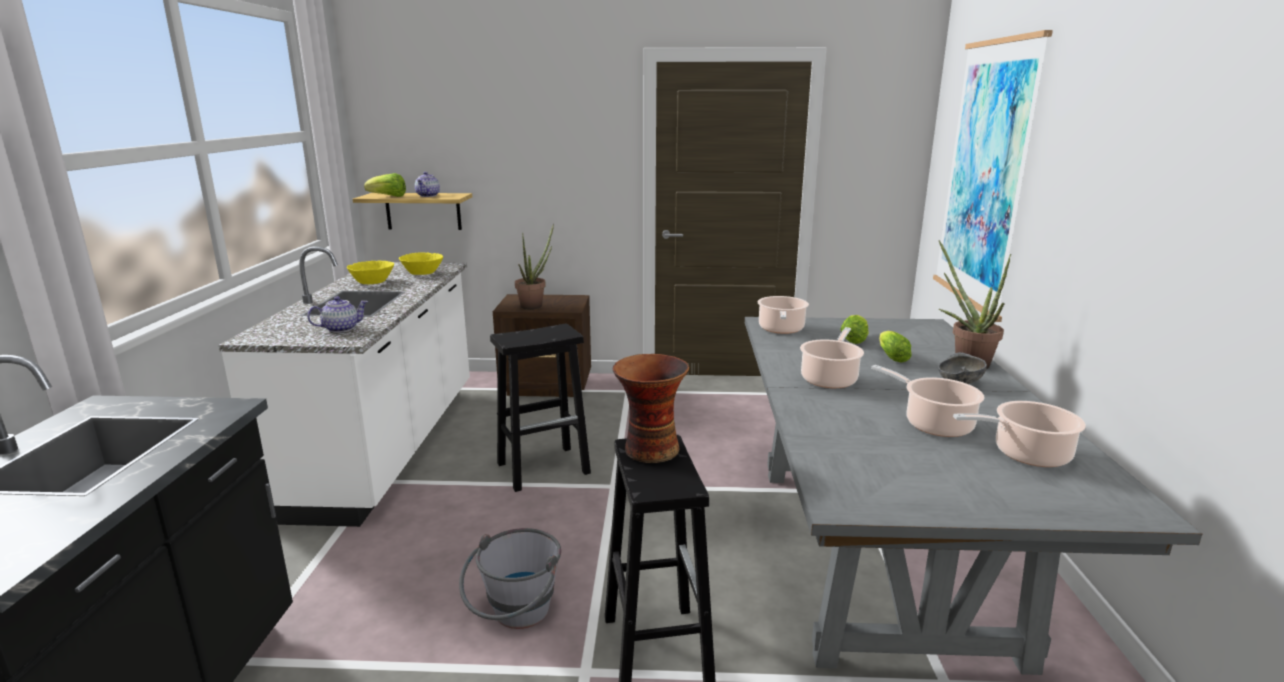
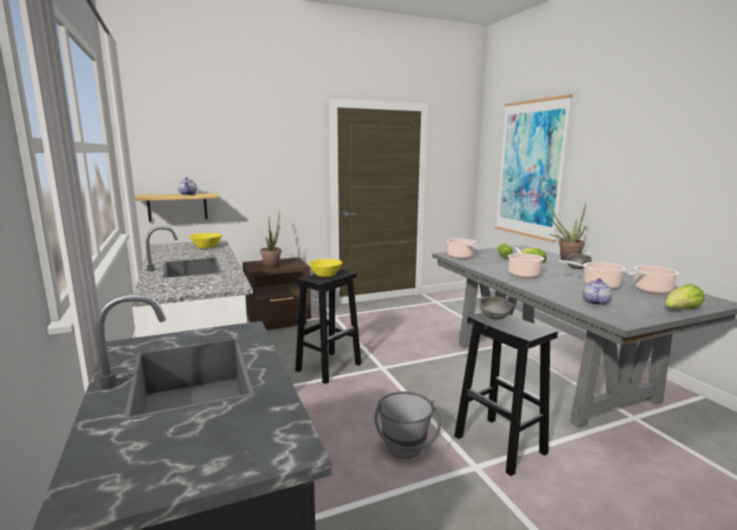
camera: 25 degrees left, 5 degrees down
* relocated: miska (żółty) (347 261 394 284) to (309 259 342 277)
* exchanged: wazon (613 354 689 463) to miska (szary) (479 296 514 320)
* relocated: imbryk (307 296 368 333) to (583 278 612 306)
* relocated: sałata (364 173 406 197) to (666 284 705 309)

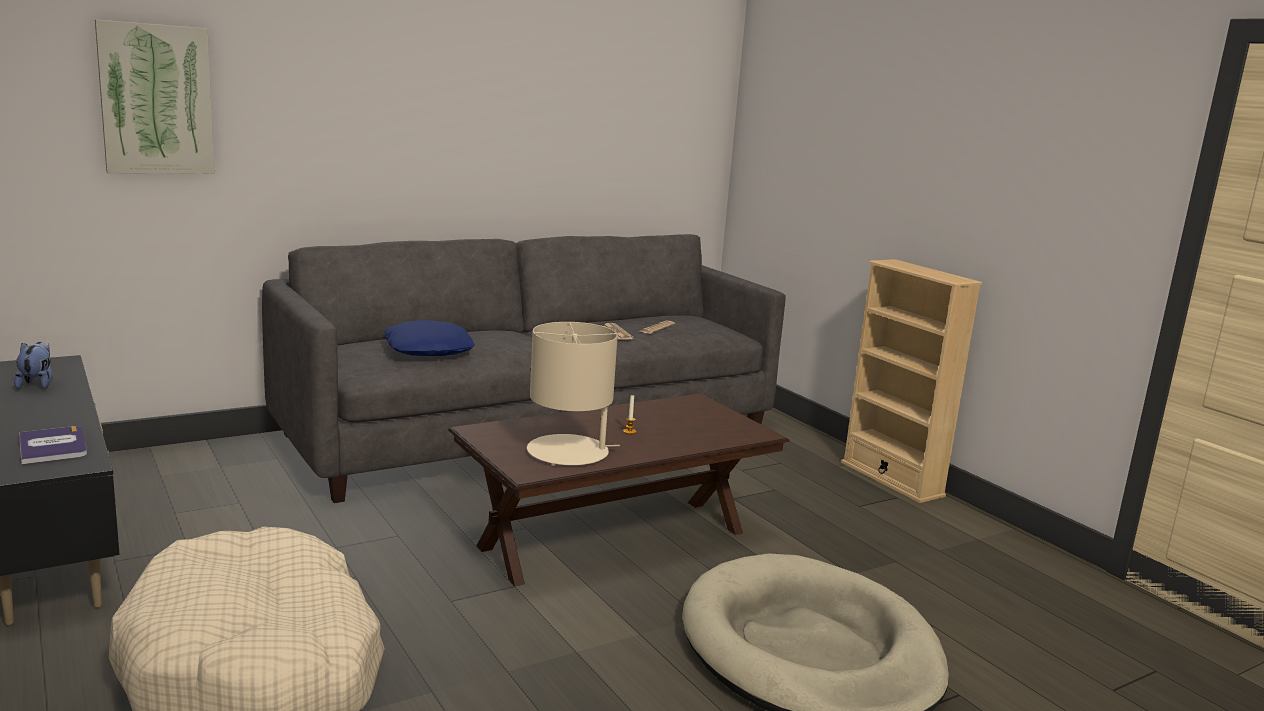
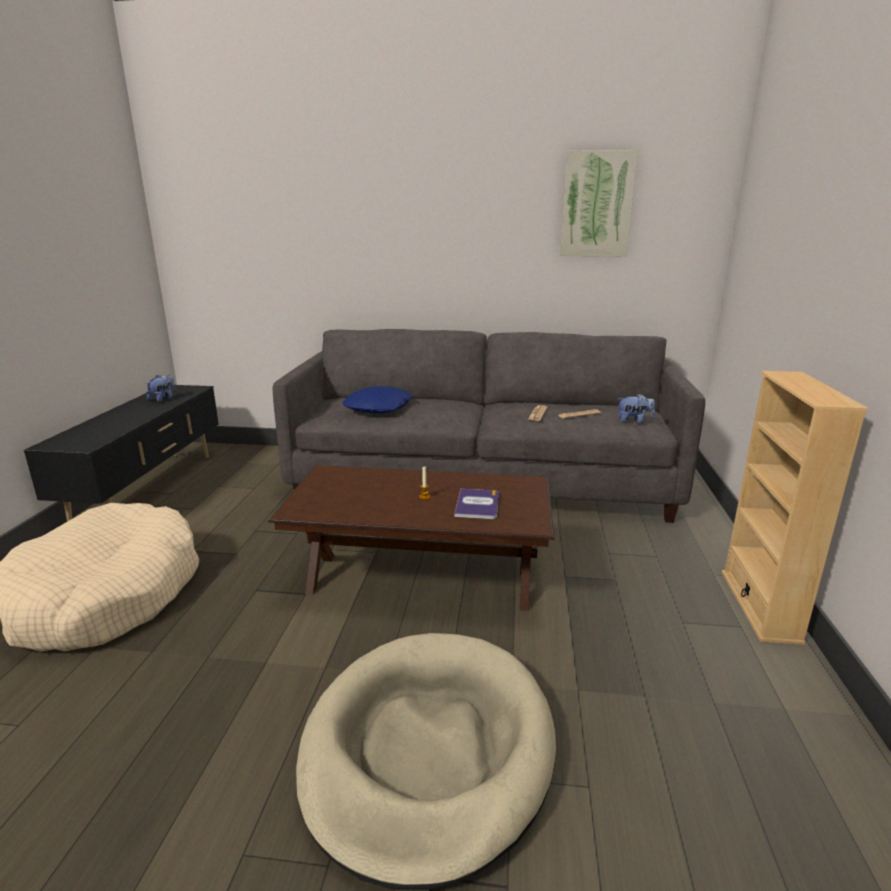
camera: 40 degrees right, 5 degrees up
* relocated: książka (19 426 87 464) to (455 489 499 519)
* relocated: obraz (95 20 215 174) to (560 150 638 256)
* appeared: pluszak (618 393 655 424)
* missing: lampa stołowa (beżowy) (527 322 620 466)

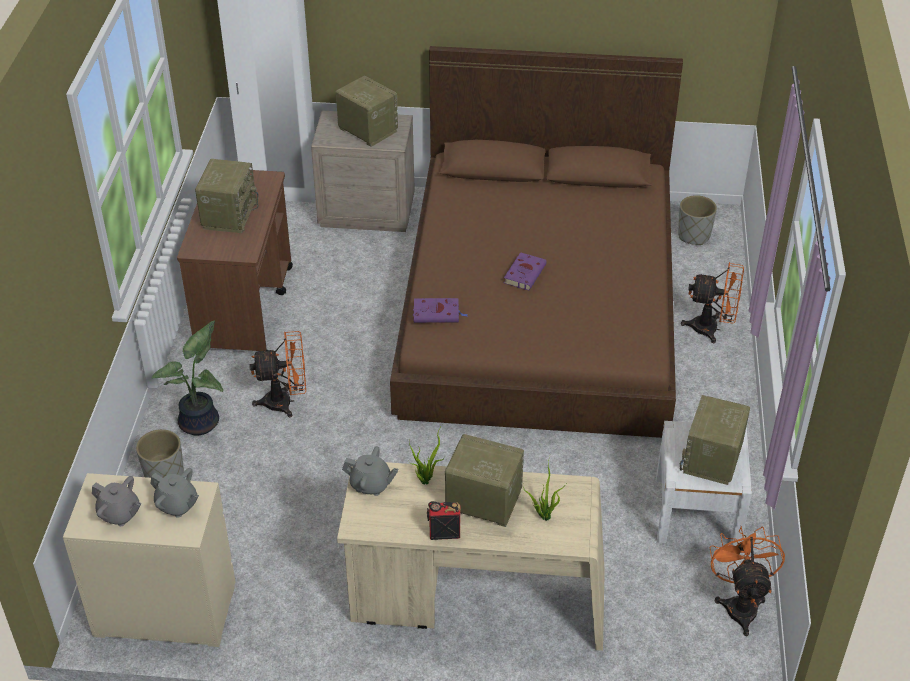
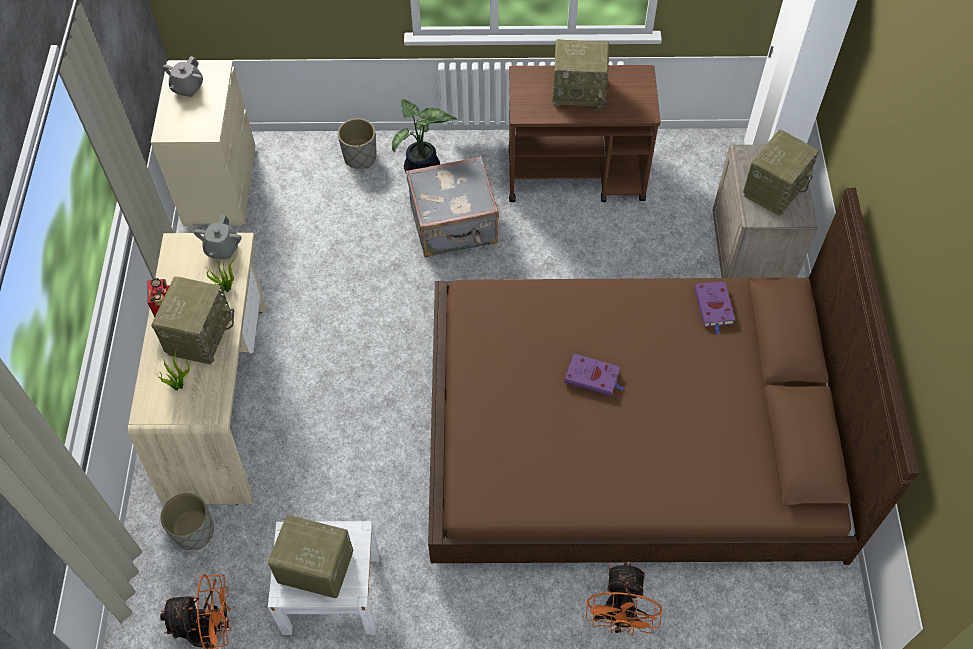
camera: 85 degrees right, 15 degrees up
* relocated: donica (szary) (678 195 717 245) to (160 493 214 550)
* exchanged: wentylator (pomarańczowy) (249 331 306 417) to walizka (szary) (406 156 499 257)
* relocated: książka (fioletowy) (413 298 467 323) to (694 281 735 335)
* missing: imbryk (szary) (151 468 199 518)

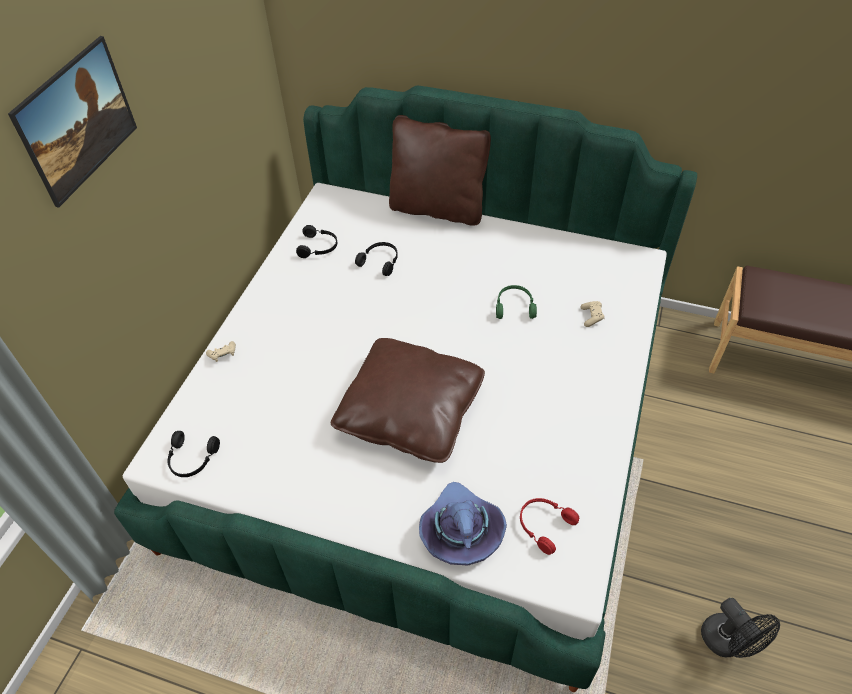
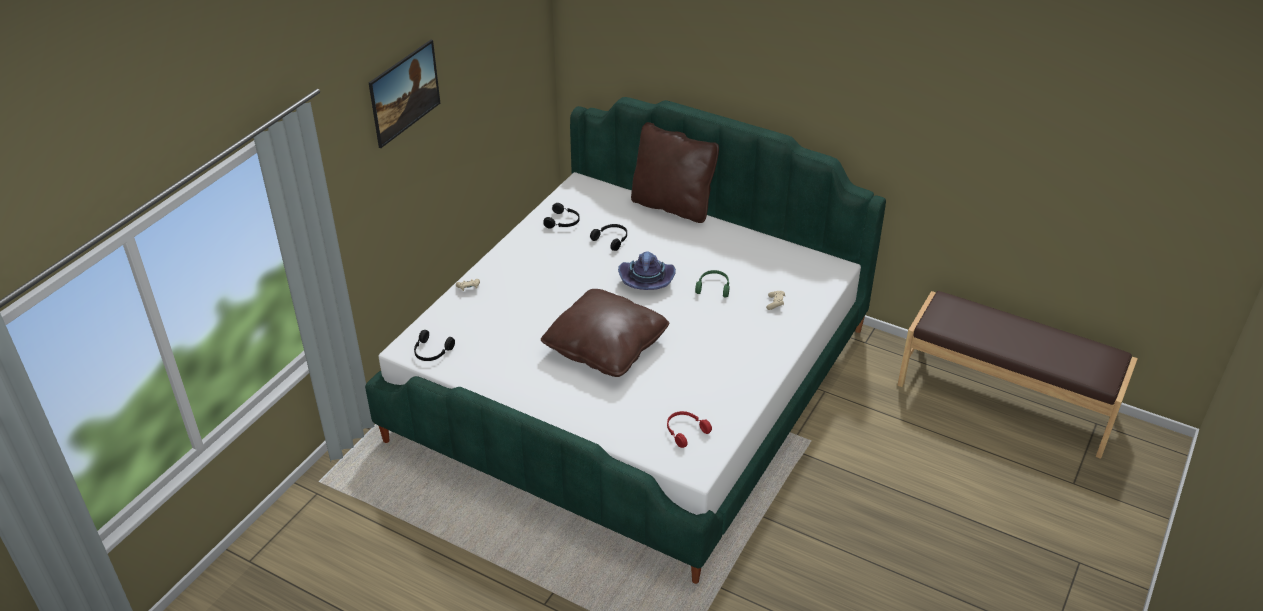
camera: 10 degrees right, 10 degrees down
* relocated: kapelusz (fioletowy) (419 482 507 565) to (618 251 676 290)
* missing: wentylator (czarny) (701 598 780 658)

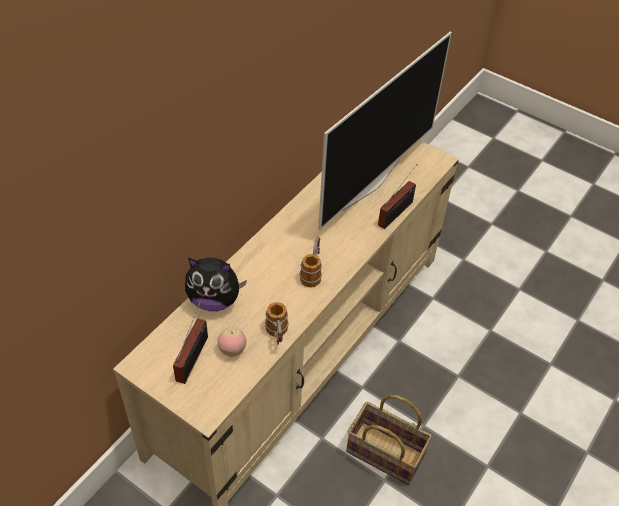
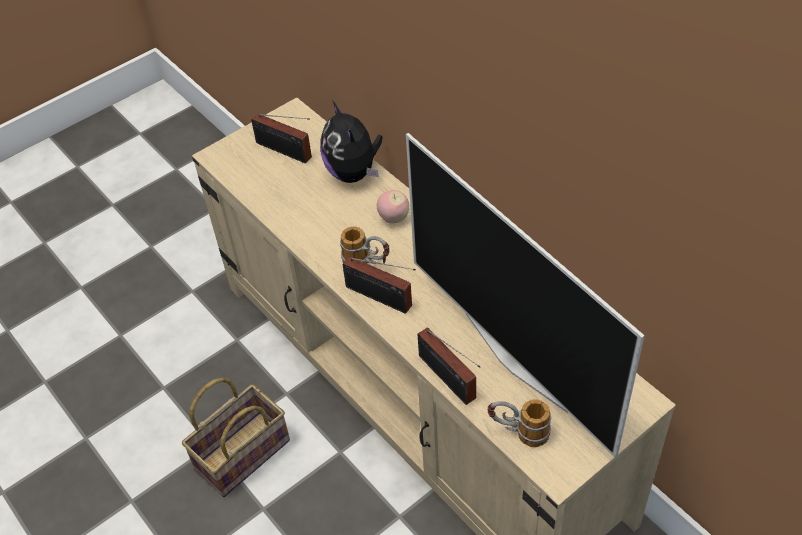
camera: 110 degrees right, 0 degrees up
* spun: pluszak (185 257 247 311) = (320 100 383 183) 45 degrees counterclockwise
* appeared: radio (343 256 416 314)
* relocated: jabłko (218 327 246 357) to (377 190 409 223)
* relocated: kubek (265 302 289 346) to (488 399 551 447)

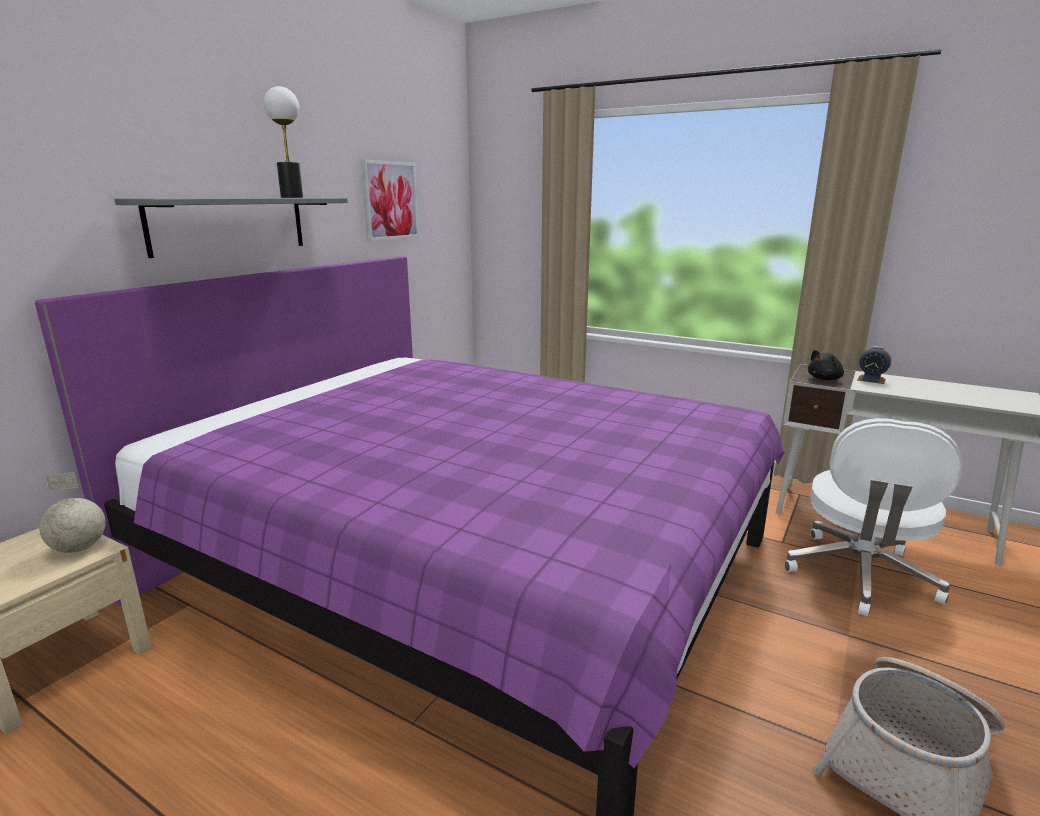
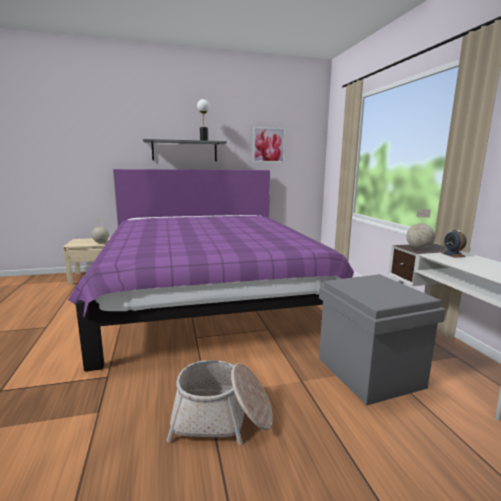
camera: 45 degrees right, 5 degrees down
* exchanged: krzesło biurowe (biały) (784 418 963 617) to pojemnik do przechowywania (szary) (319 274 446 406)
* exchanged: pluszak (czarny) (808 350 844 380) to globus (406 209 435 249)

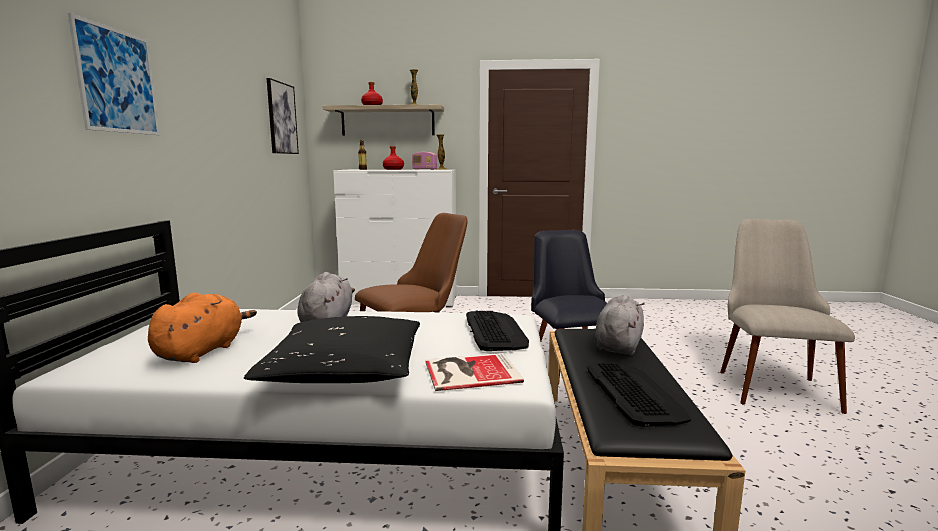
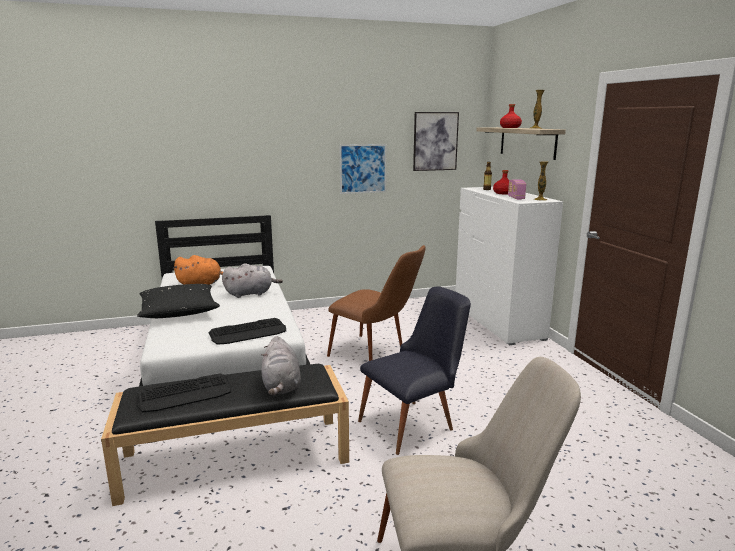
camera: 70 degrees right, 5 degrees up
* spun: pluszak (szary) (596 295 644 355) = (261 336 301 395) 75 degrees clockwise
* relocated: obraz (68 13 160 135) to (339 144 387 194)
* missing: książka (425 353 524 391)

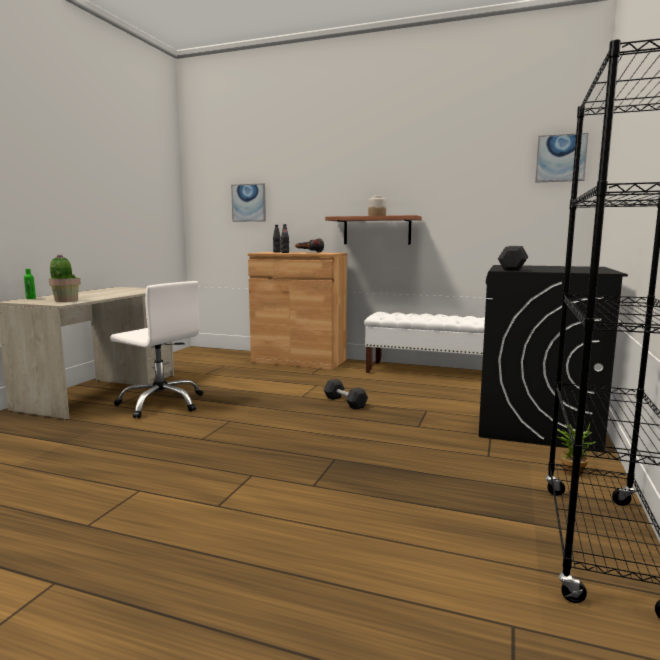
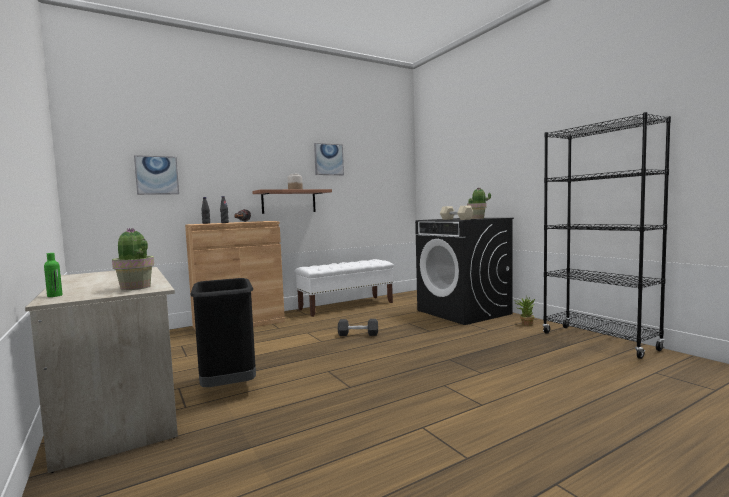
camera: 50 degrees left, 5 degrees down
* exchanged: krzesło biurowe (biały) (110 281 203 418) to kosz na śmieci (czarny) (190 278 256 387)
* relocated: obraz (535 133 588 183) to (314 143 344 175)
* colour: hantel (czarny) (498 246 528 271) to hantel (beżowy) (440 205 474 220)
* appeared: roślina doniczkowa (467 188 491 219)

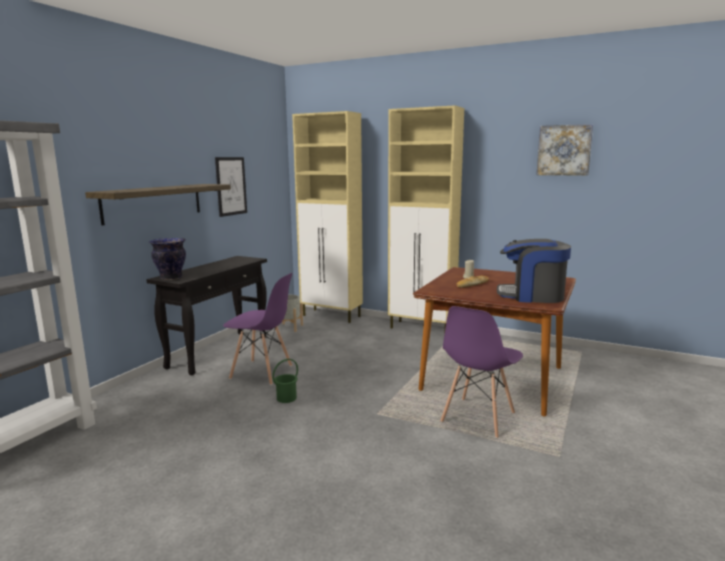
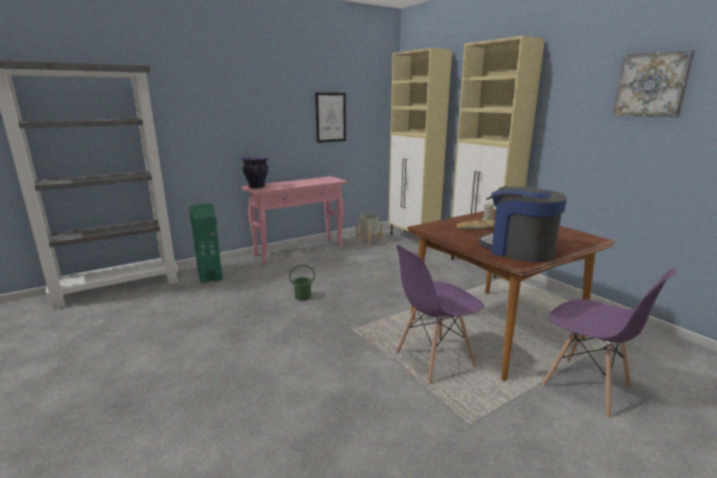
camera: 30 degrees right, 5 degrees up
* appeared: kosz na śmieci (zielony) (189 204 223 283)
* colour: stolik konsolowy (czarny) (146 256 267 375) to stolik konsolowy (różowy) (242 176 347 264)
* relocated: krzesło (fioletowy) (223 273 292 385) to (542 268 677 419)
* missing: półka (85 184 231 225)

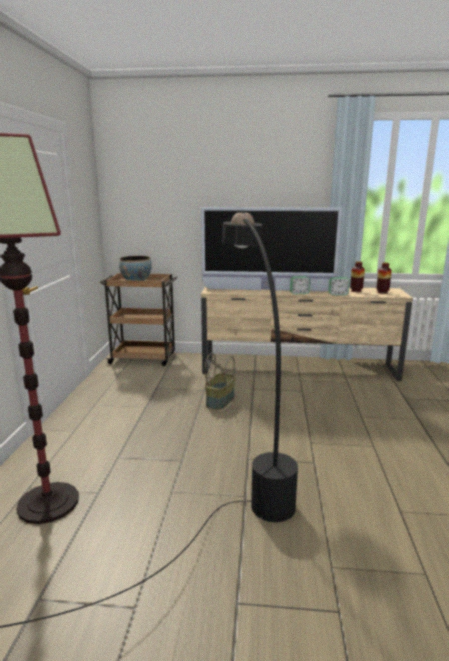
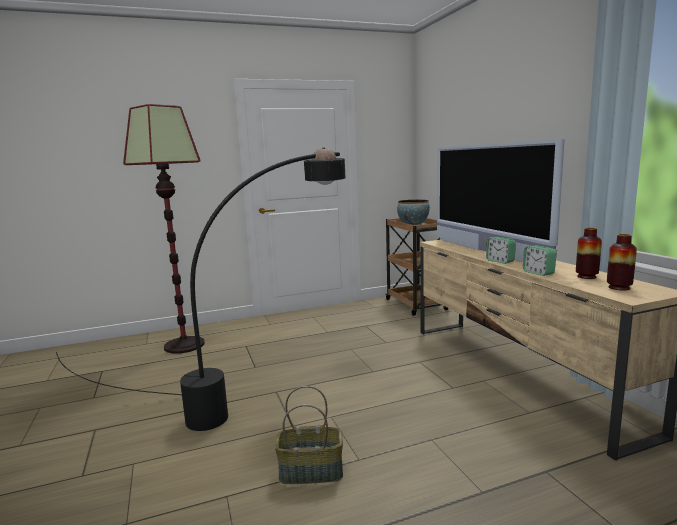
camera: 65 degrees right, 5 degrees down
* relocated: koszyk (205 353 235 410) to (275 386 343 484)

